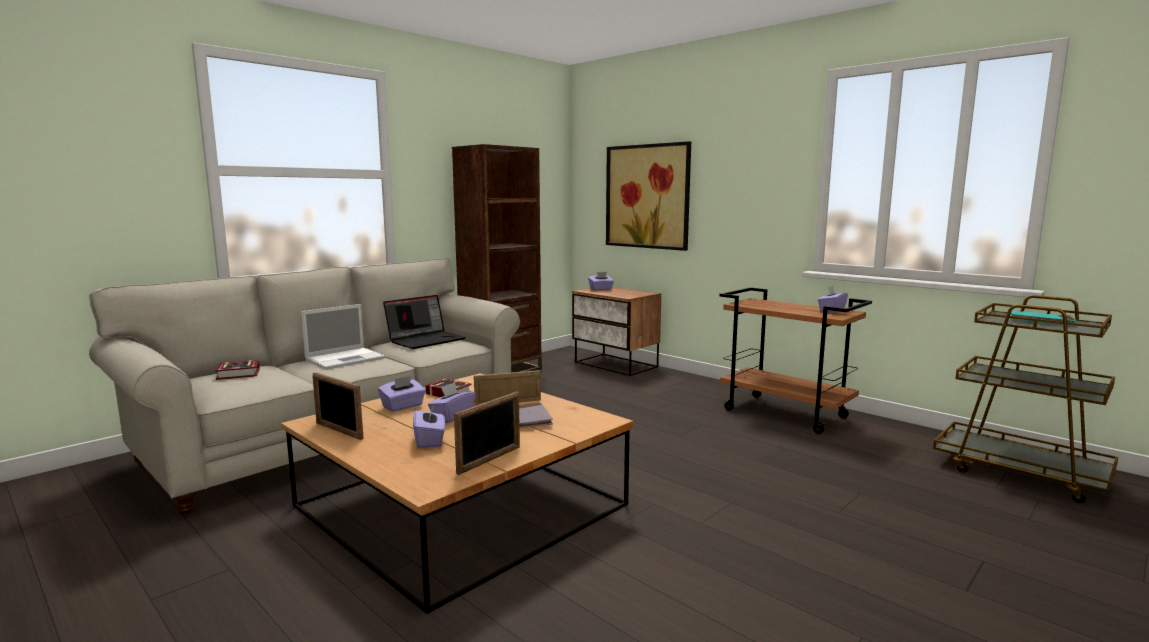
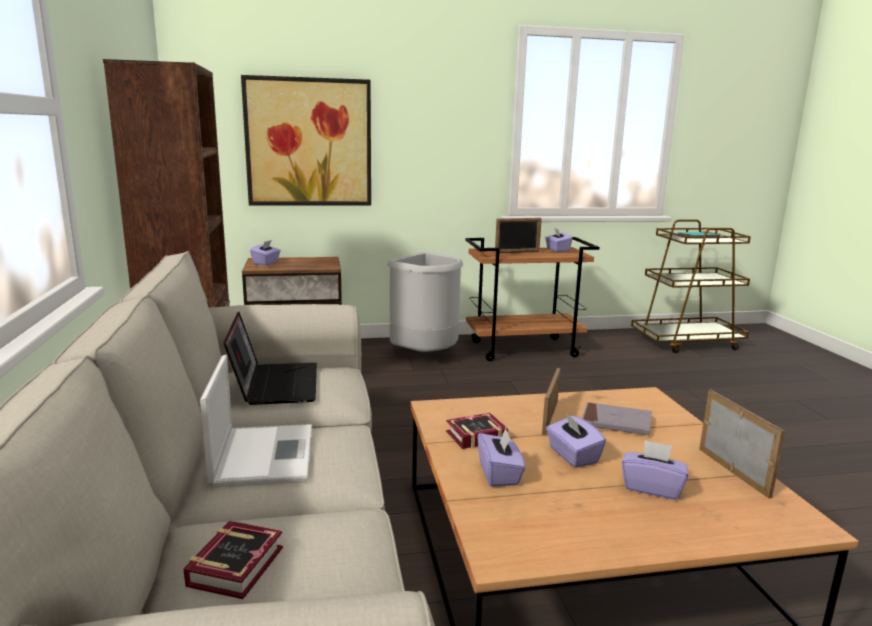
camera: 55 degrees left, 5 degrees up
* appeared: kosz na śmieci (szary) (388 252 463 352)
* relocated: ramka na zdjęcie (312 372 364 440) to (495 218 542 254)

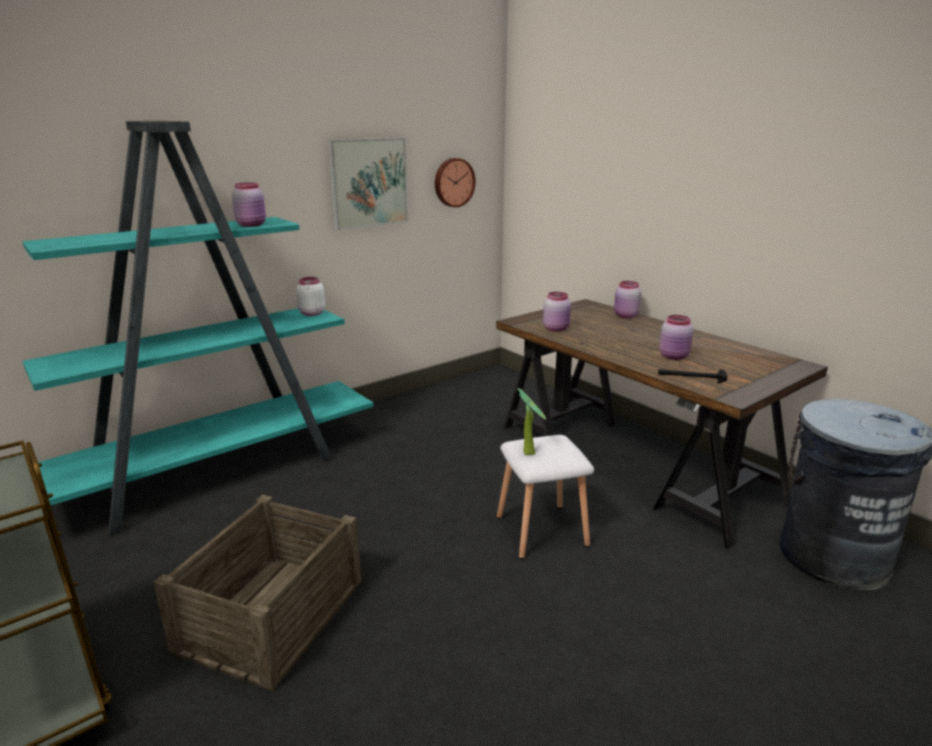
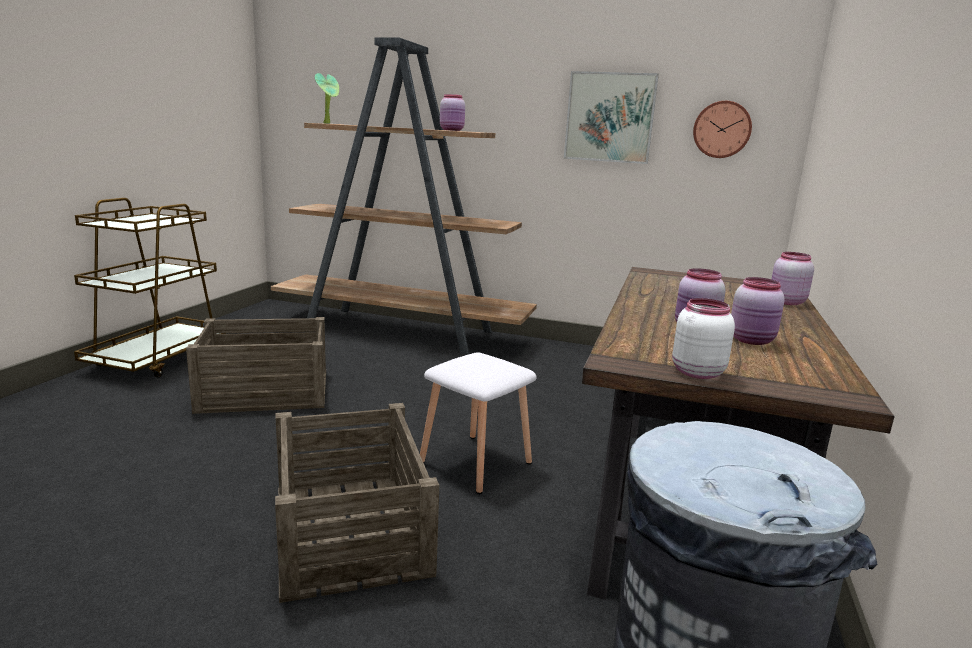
camera: 55 degrees right, 5 degrees down
* colour: regał (turkusowy) (22 121 373 536) to regał (brązowy) (271 37 537 355)
* appeared: skrzynka (275 403 439 603)
* relocated: roślina doniczkowa (517 388 546 455) to (315 73 339 124)
* relocated: słoik (biały) (296 277 325 316) to (672 298 735 379)
* relocated: słoik (różowy) (543 292 571 332) to (731 277 785 345)
* missing: młotek (658 369 727 383)

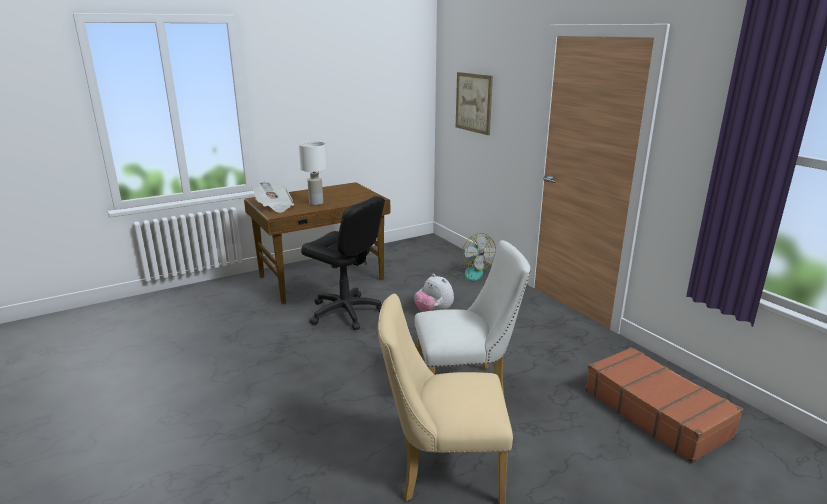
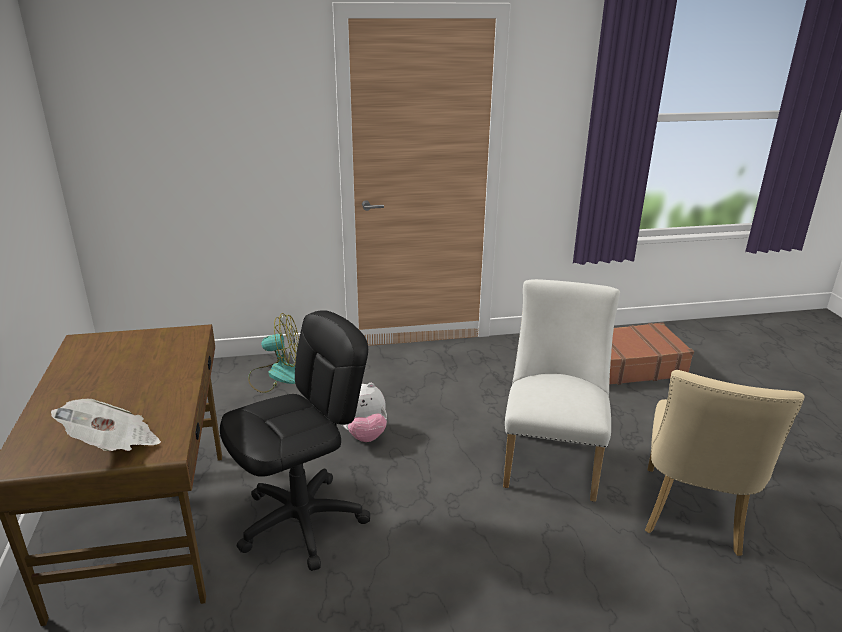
camera: 70 degrees left, 5 degrees up
* missing: lampa stołowa (biały) (299 142 327 205)
* missing: obraz (456 72 493 135)

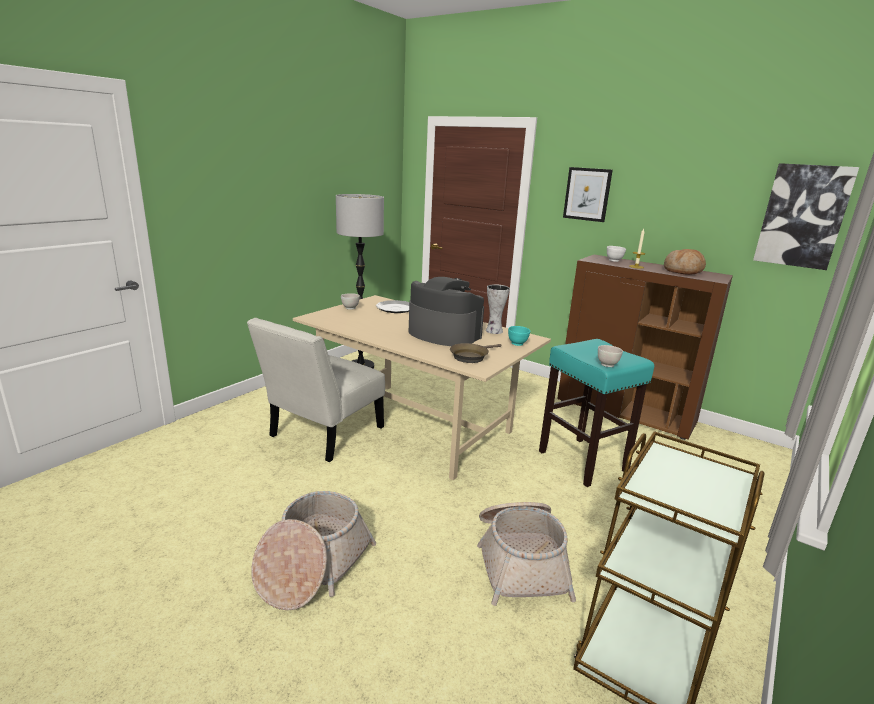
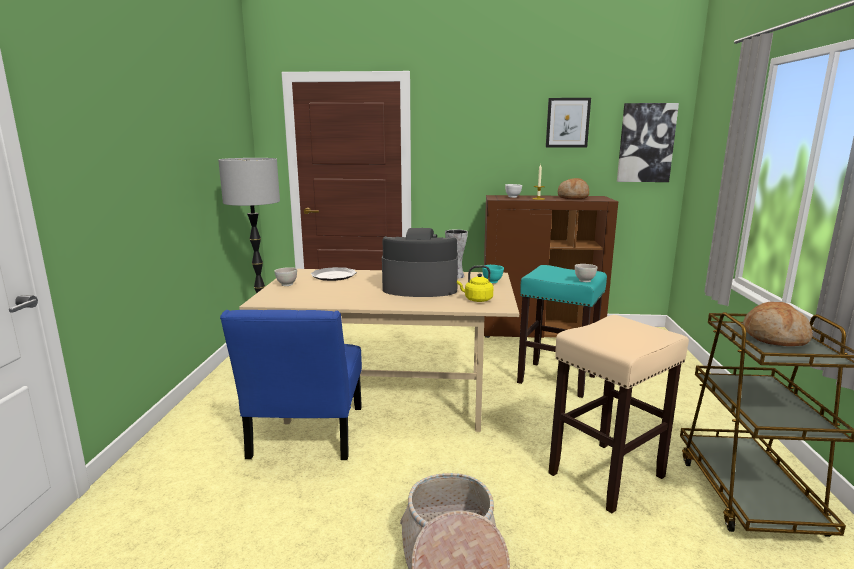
camera: 30 degrees left, 5 degrees down
* colour: krzesło (biały) (247 318 385 462) to krzesło (niebieski) (220 310 362 460)
* exchanged: patelnia (brązowy) (450 343 501 363) to czajnik (żółty) (457 265 493 302)
* relocated: obraz (563 167 613 222) to (546 98 591 147)
* exchanged: koszyk (477 502 576 606) to stołek (beżowy) (548 315 689 513)
* appeared: chleb (743 302 813 346)

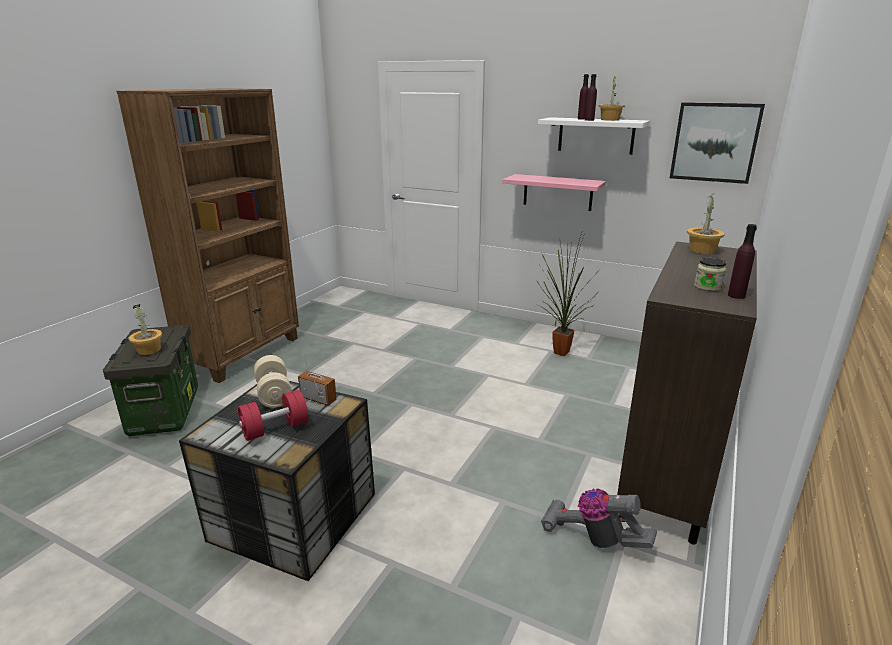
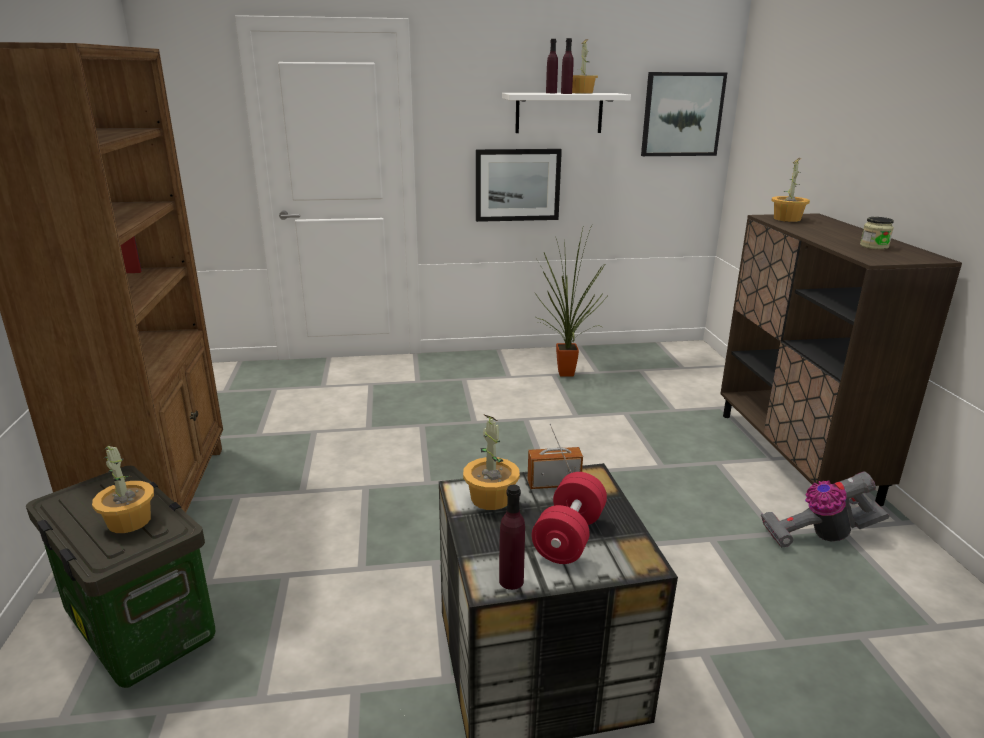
camera: 35 degrees left, 0 degrees up
* exchanged: hantel (beżowy) (254 355 292 408) to roślina doniczkowa (463 414 520 510)
* exchanged: półka (różowy) (502 174 606 211) to obraz (476 149 562 222)
* relocated: butelka (fioletowy) (728 224 757 299) to (499 484 525 590)

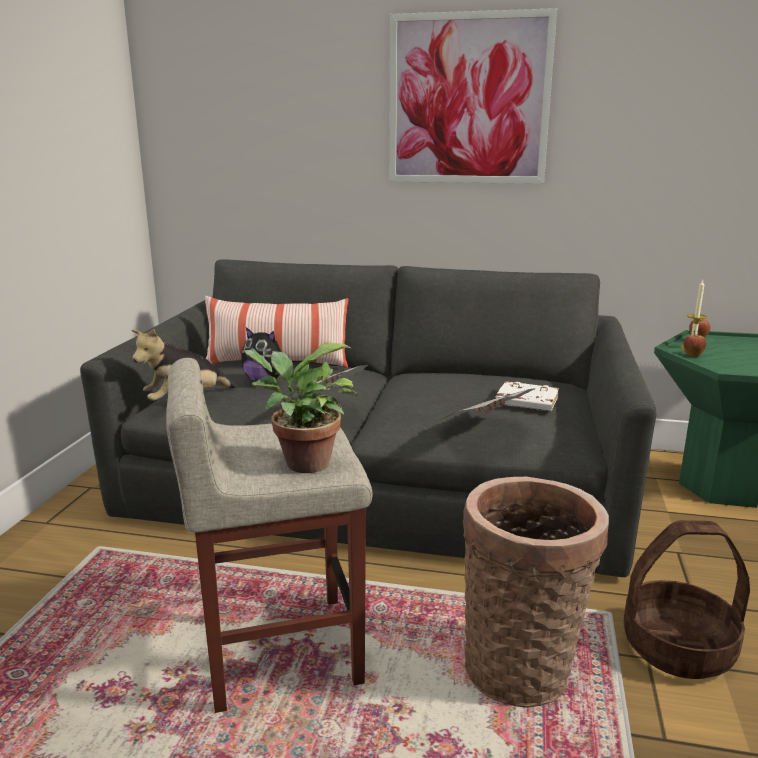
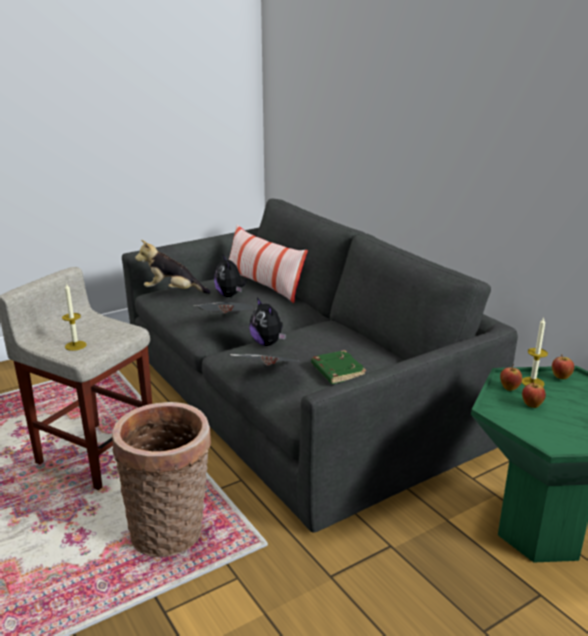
camera: 45 degrees right, 5 degrees up
* exchanged: roślina doniczkowa (243 343 358 473) to świeca (62 283 87 351)
* appeared: pluszak (249 298 286 346)
* colour: książka (biały) (495 381 559 411) to książka (zielony) (311 350 366 384)
* appeared: jabłko (522 380 546 408)
* missing: obraz (389 8 557 184)
* missing: koszyk (624 520 750 679)

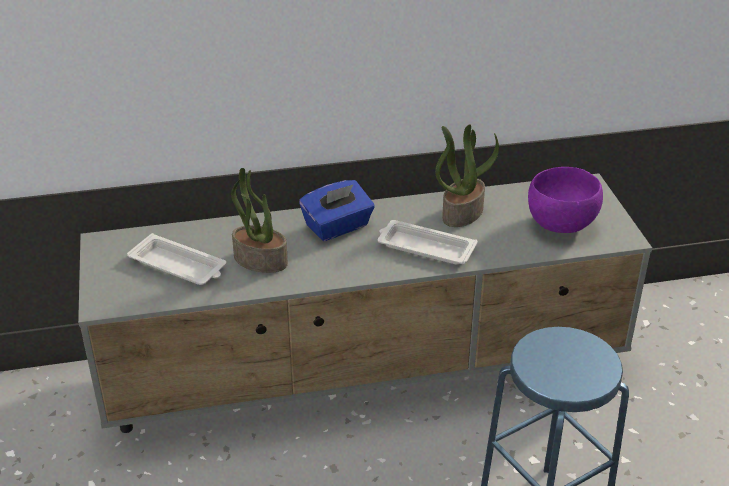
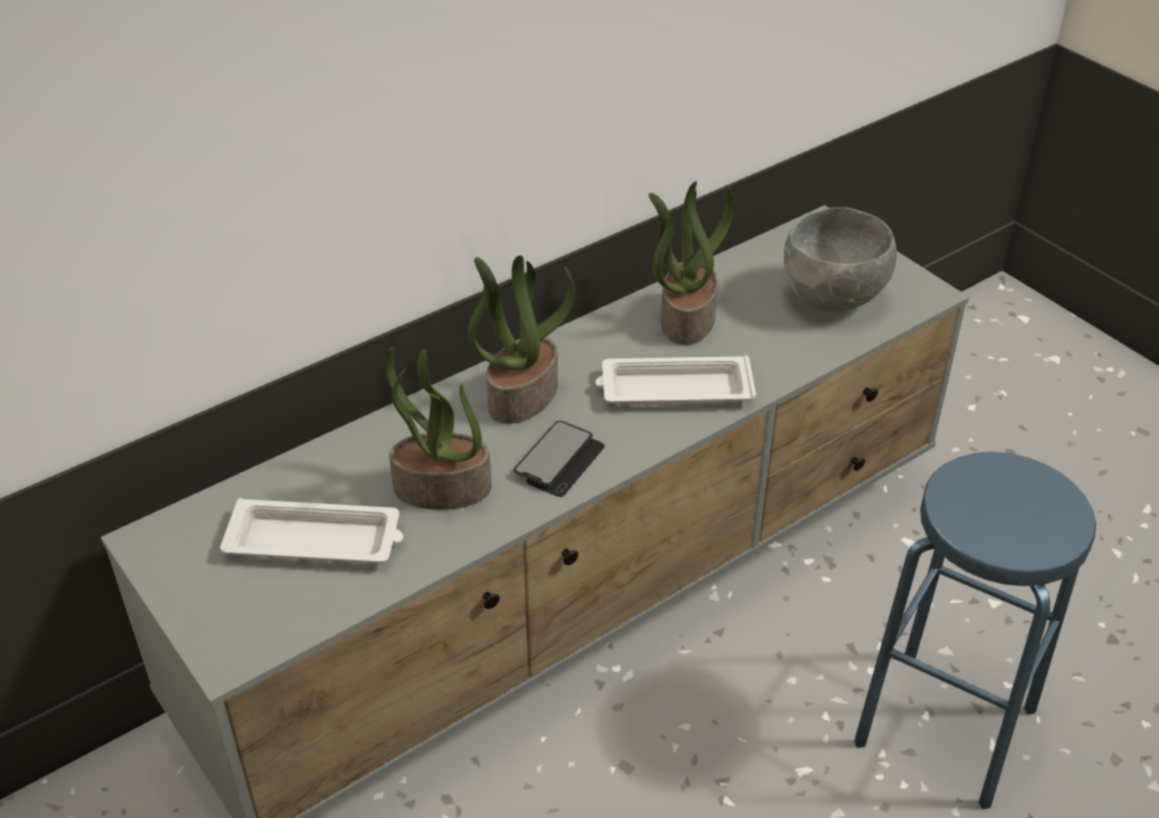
camera: 25 degrees left, 5 degrees up
* exchanged: pudełko chusteczek (niebieski) (299 180 375 241) to roślina doniczkowa (468 255 574 424)
* appeared: telefon (513 421 605 497)
* colour: miska (fioletowy) (528 167 603 233) to miska (szary) (784 207 897 312)

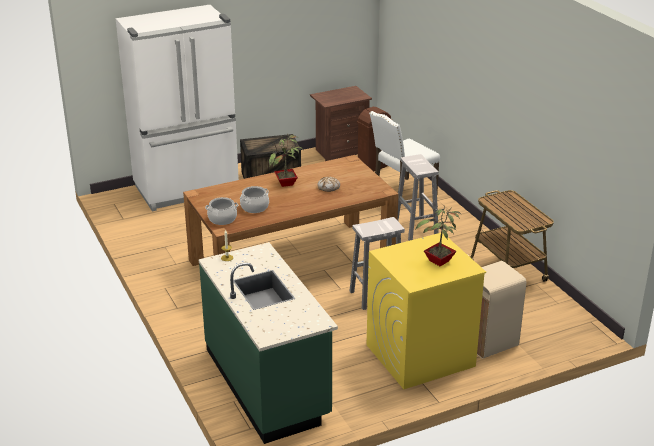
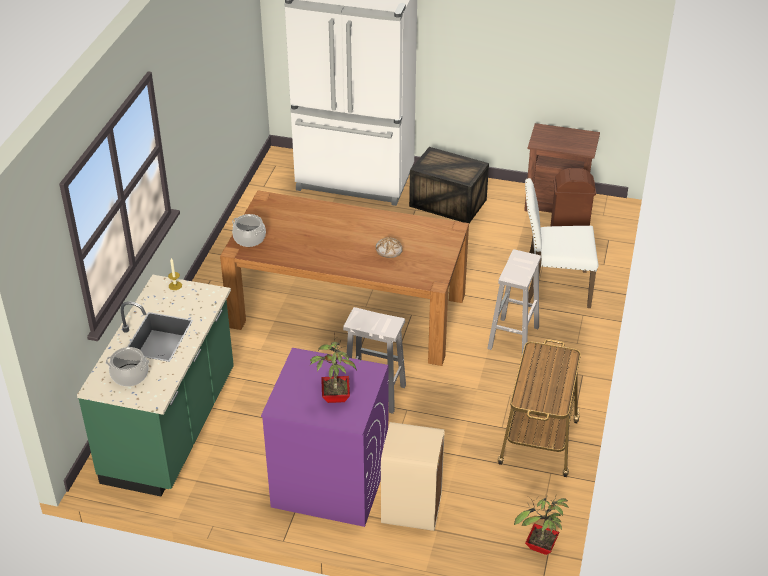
camera: 40 degrees right, 10 degrees up
* relocated: garnek (240 186 269 213) to (106 347 149 386)
* colour: pralka (żółty) (367 233 486 389) to pralka (fioletowy) (261 348 389 527)
* relocated: roślina doniczkowa (269 133 302 187) to (514 495 569 555)

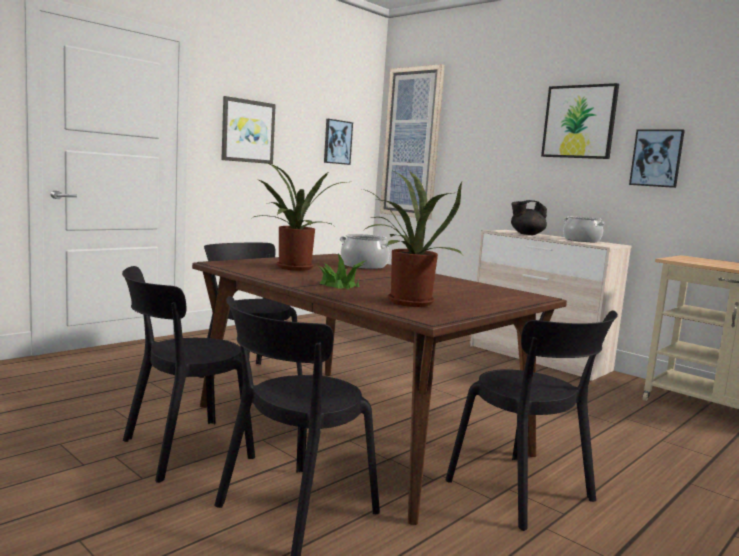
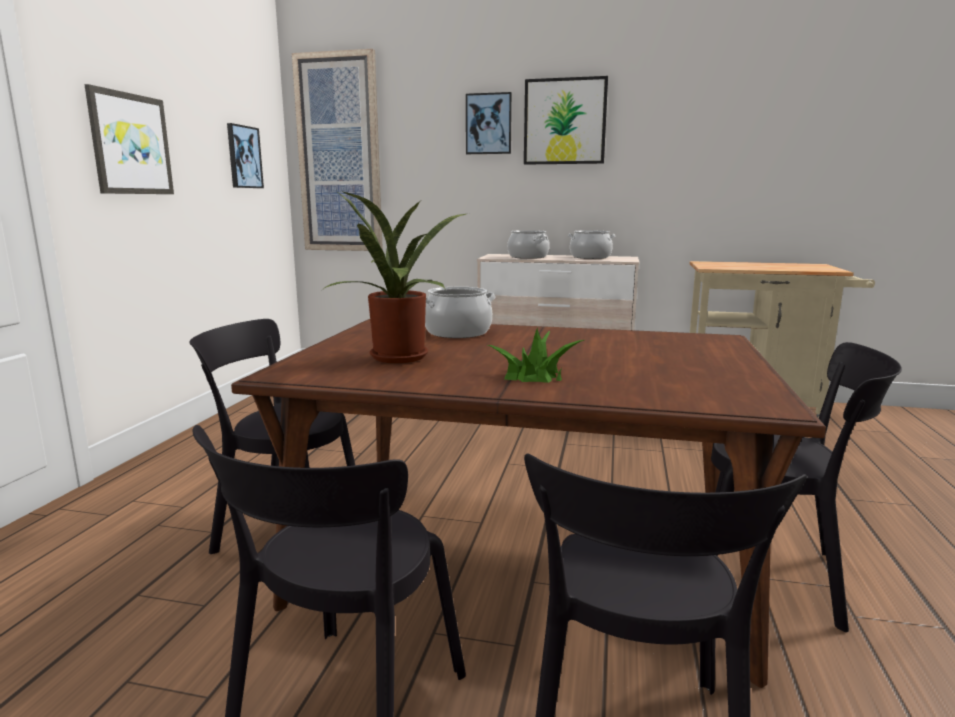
camera: 30 degrees left, 5 degrees up
* relocated: obraz (629 129 685 188) to (466 92 512 154)
* exchanged: imbryk (czarny) (511 200 547 235) to garnek (507 230 549 259)
* missing: roślina doniczkowa (365 170 463 307)

